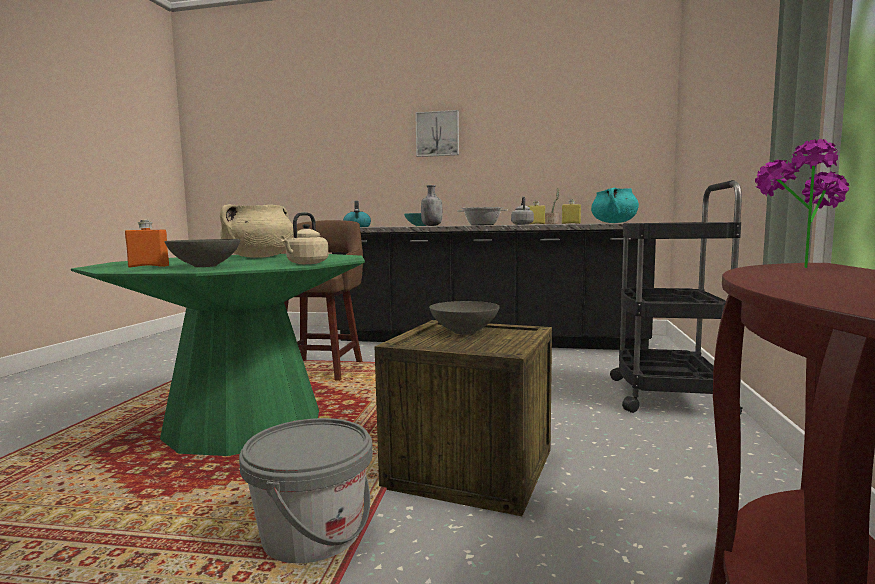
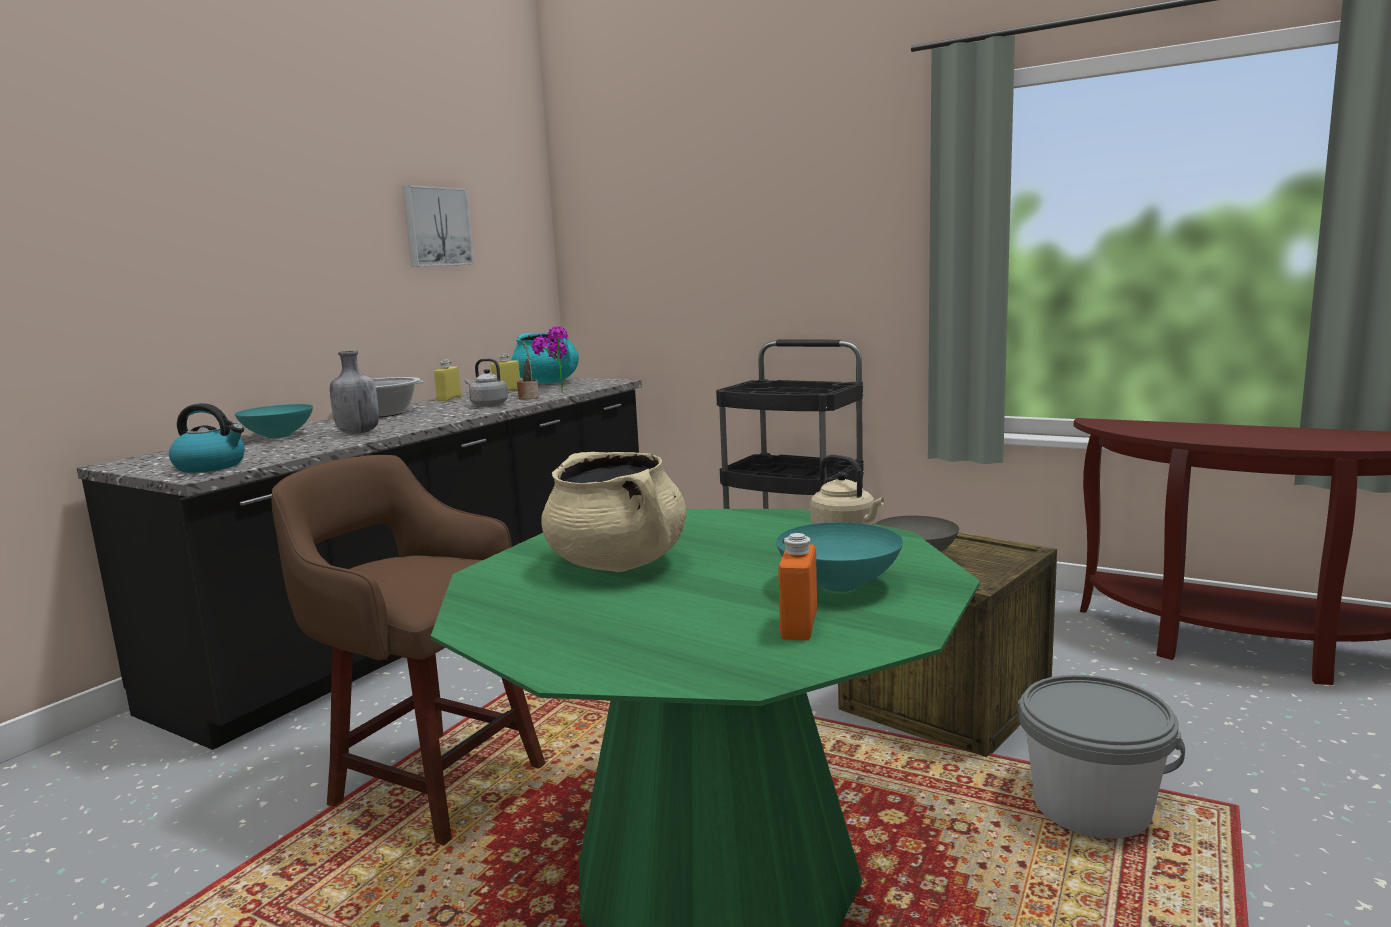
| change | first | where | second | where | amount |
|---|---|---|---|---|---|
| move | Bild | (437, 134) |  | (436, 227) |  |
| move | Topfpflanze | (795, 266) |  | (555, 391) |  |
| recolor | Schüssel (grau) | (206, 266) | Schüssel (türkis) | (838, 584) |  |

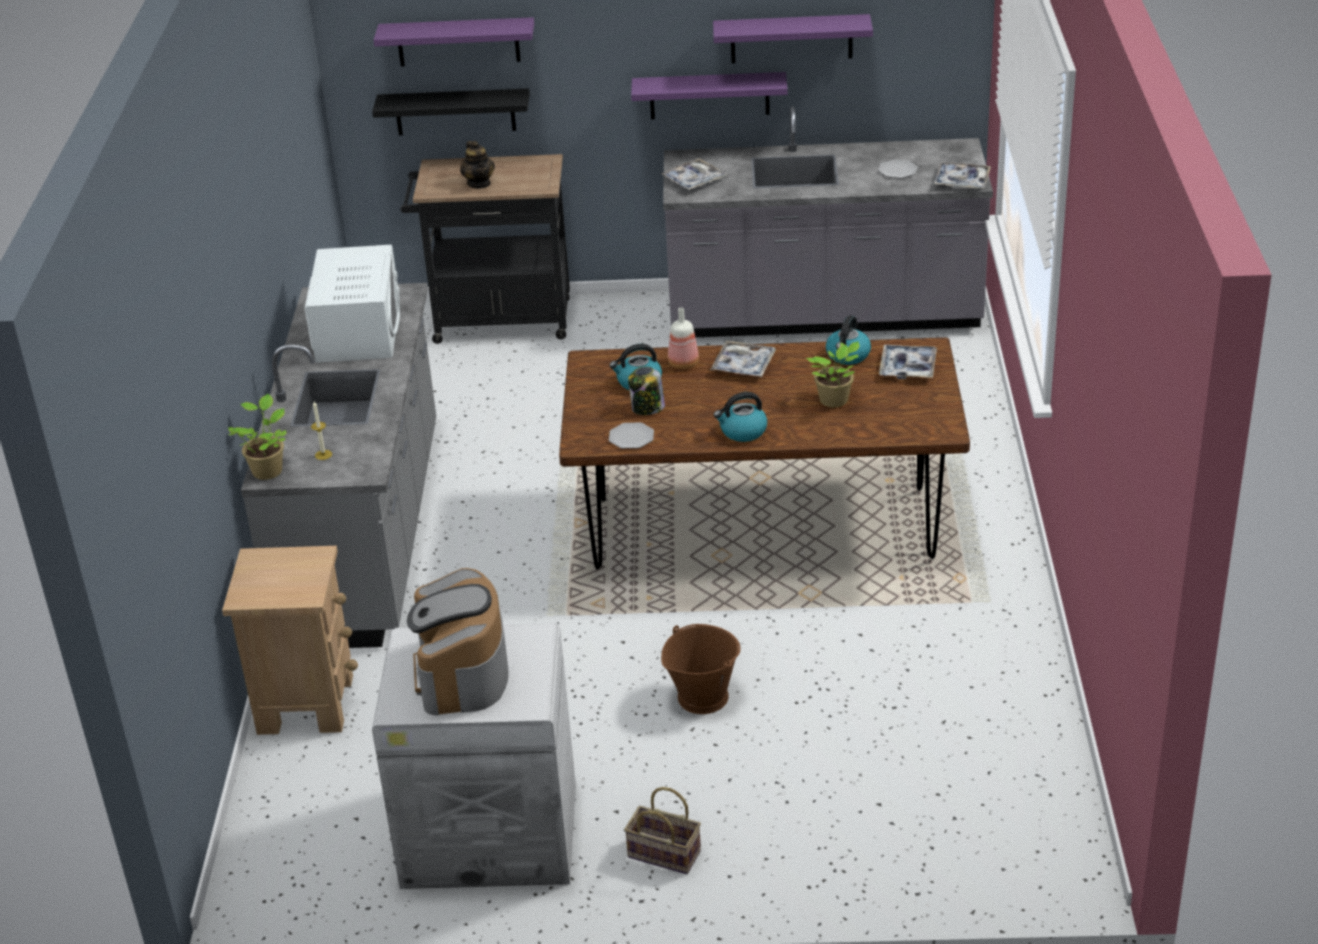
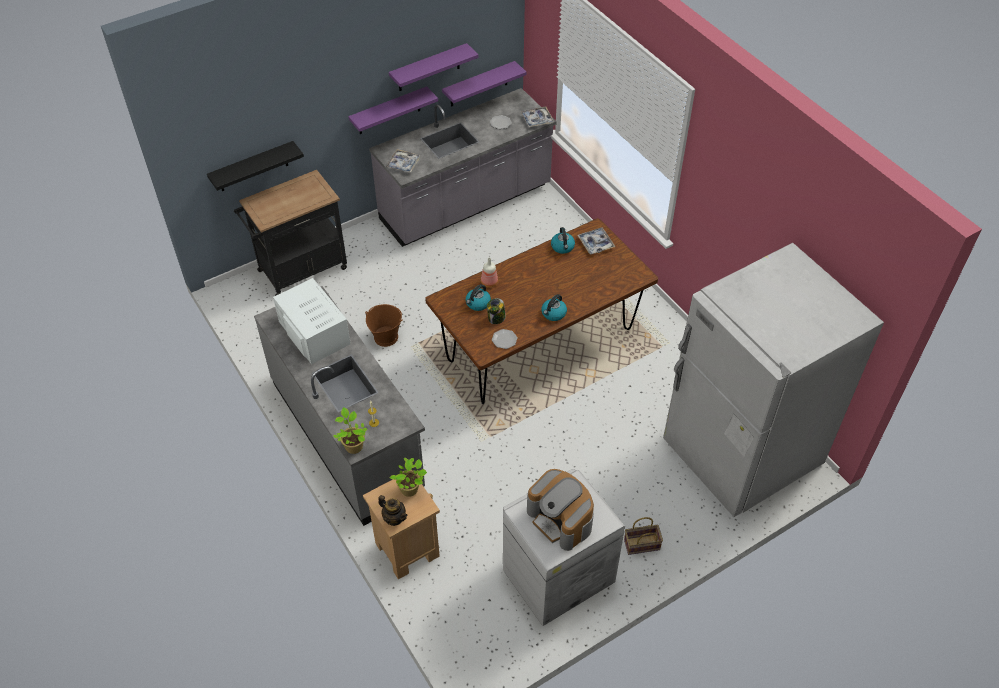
| change | first | where | second | where | amount |
|---|---|---|---|---|---|
| move | Wandregal (lila) | (458, 42) |  | (479, 84) |  |
| move | Teekanne | (479, 183) |  | (394, 518) |  |
| delete | Tablett | (743, 365) |  |  |  |
| move | Topfpflanze | (835, 401) |  | (410, 489) |  |
| move | Eimer (braun) | (702, 696) |  | (385, 337) |  |
| insert |  |  | Kühlschrank (weiß) | (742, 452) |  |

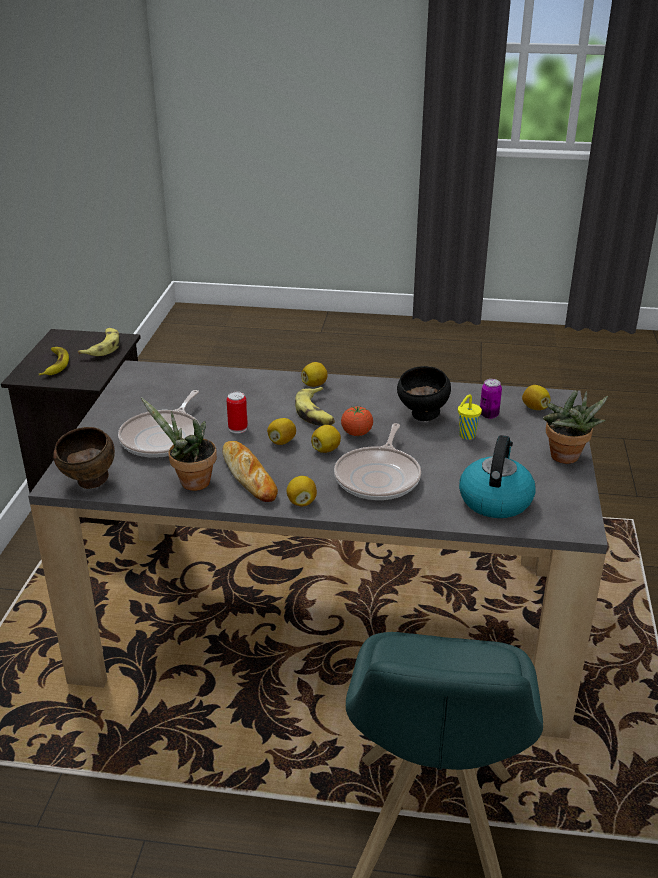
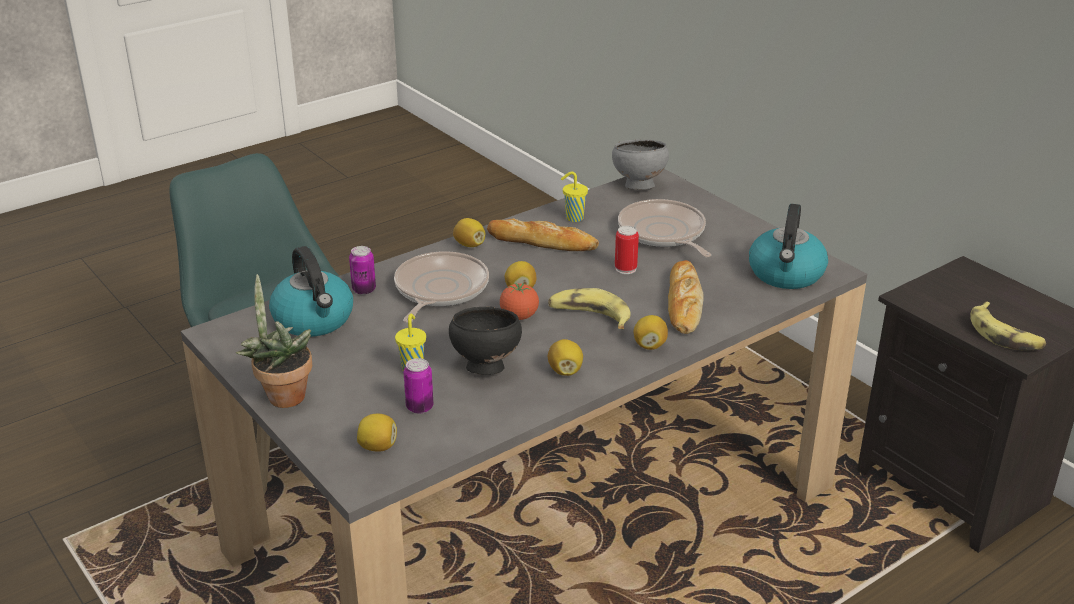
| change | first | where | second | where | amount |
|---|---|---|---|---|---|
| delete | Banane | (55, 364) |  |  |  |
| replace | Topfpflanze | (190, 483) | Tasse (gelb) | (573, 218) |  |
| move | Zitrone | (282, 442) |  | (565, 371) |  |
| rotate | Pfanne | (379, 477) |  | (439, 290) | 45 degrees clockwise |
| recolor | Schüssel (braun) | (90, 483) | Schüssel (grau) | (637, 186) |  |
| insert |  |  | Wasserkessel | (786, 274) |  |
| insert |  |  | Dose | (364, 290) |  |
| insert |  |  | Brot | (683, 303) |  |

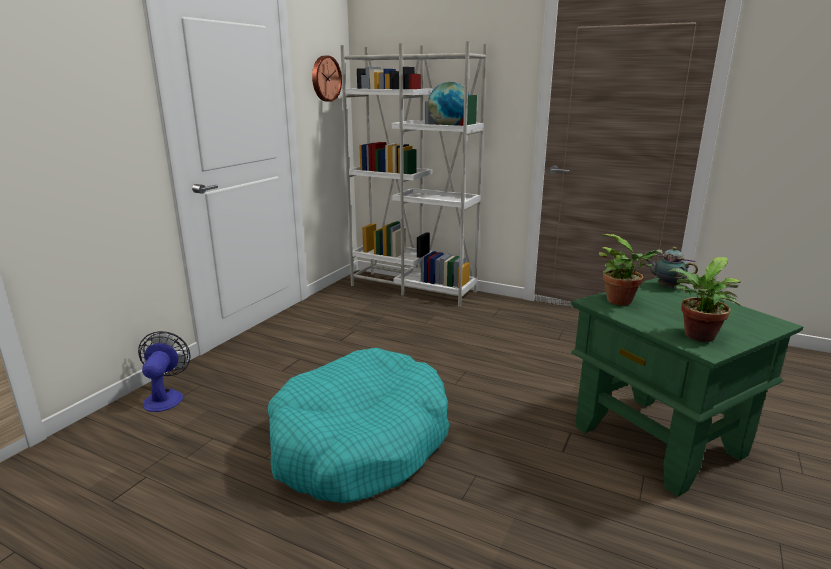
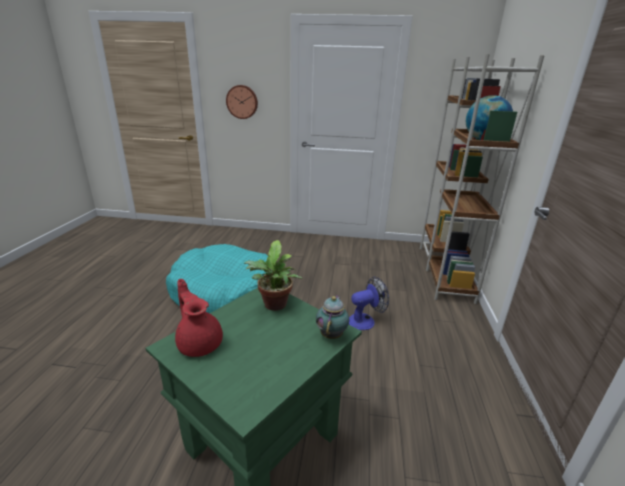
| change | first | where | second | where | amount |
|---|---|---|---|---|---|
| recolor | Bücherregal (weiß) | (413, 288) | Bücherregal (braun) | (444, 273) |  |
| move | Wanduhr | (325, 78) |  | (242, 102) |  |
| replace | Topfpflanze | (697, 336) | Teekanne (rot) | (199, 343) |  |
| move | Ventilator | (165, 397) |  | (365, 320) |  |

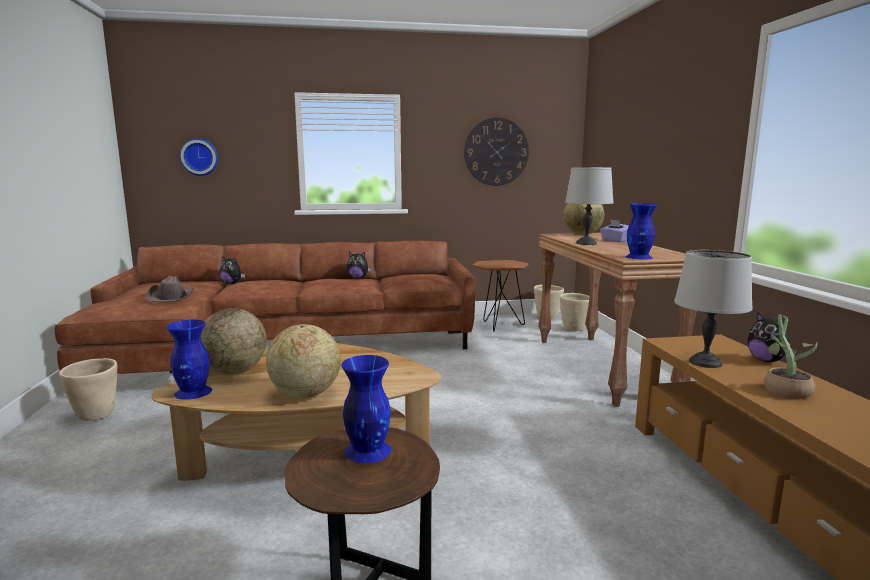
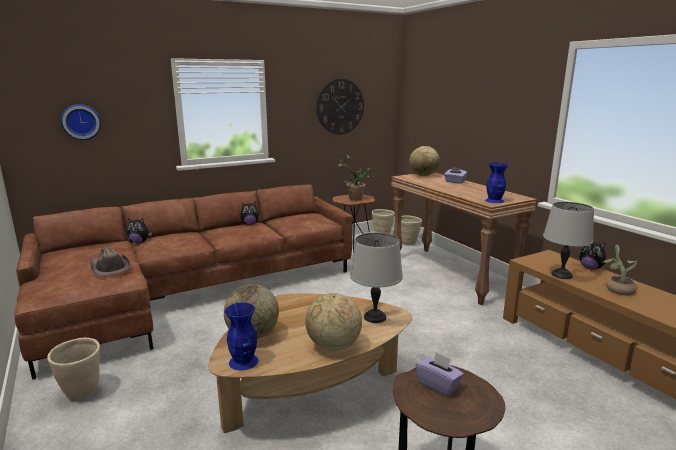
| change | first | where | second | where | amount |
|---|---|---|---|---|---|
| move | Tischlampe (grau) | (585, 243) |  | (374, 317) |  |
| replace | Vase (blau) | (367, 450) | Taschentuchbox (lila) | (438, 385) |  |
| insert |  |  | Topfpflanze | (352, 198) |  |

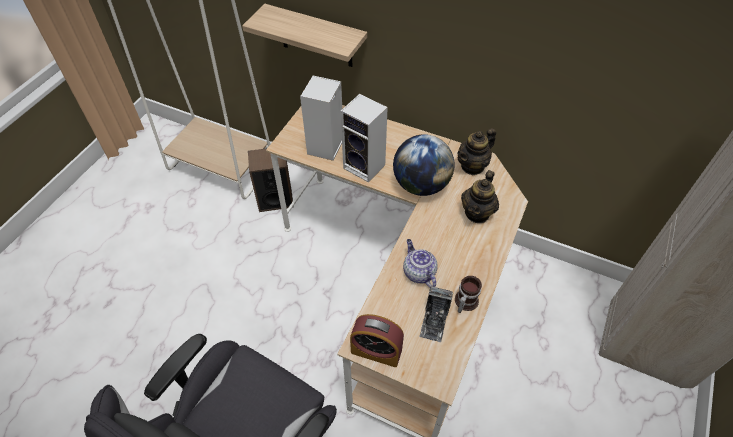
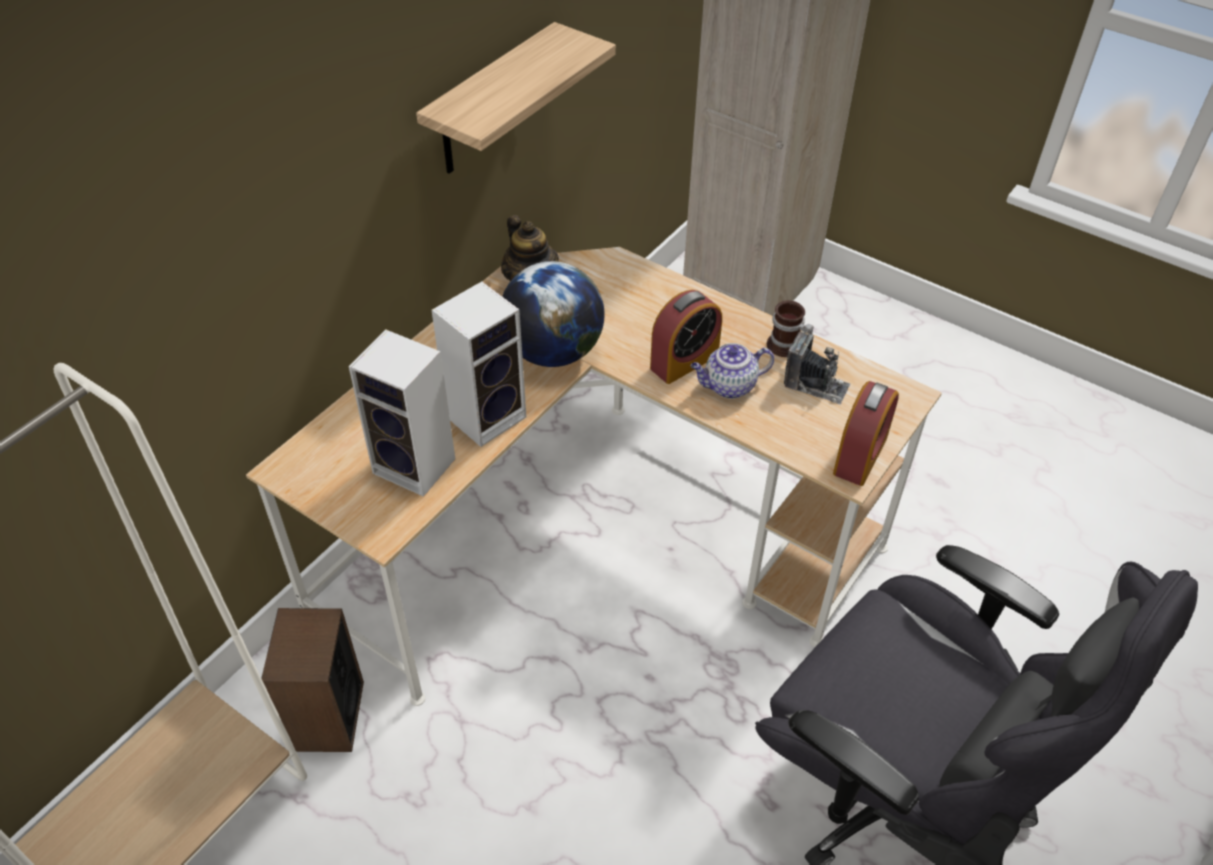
| change | first | where | second | where | amount |
|---|---|---|---|---|---|
| move | Wandregal | (316, 37) |  | (491, 102) |  |
| delete | Teekanne | (477, 213) |  |  |  |
| insert |  |  | Wecker | (684, 361) |  |

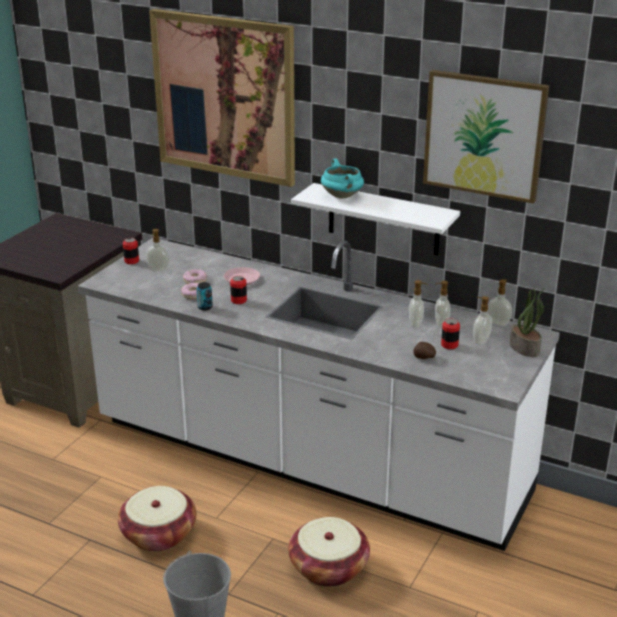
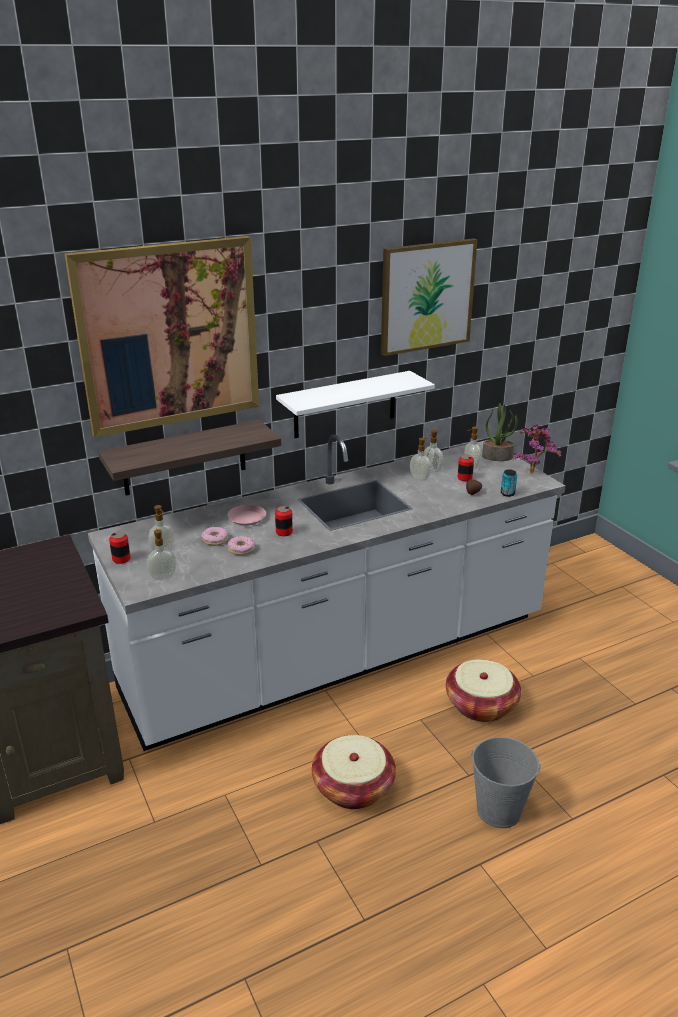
| change | first | where | second | where | amount |
|---|---|---|---|---|---|
| delete | Kochtopf (türkis) | (342, 196) |  |  |  |
| move | Seifenspender | (498, 323) |  | (163, 576) |  |
| move | Dose | (205, 307) |  | (507, 493) |  |
| insert |  |  | Wandregal | (184, 458) |  |
| insert |  |  | Topfpflanze | (533, 471) |  |

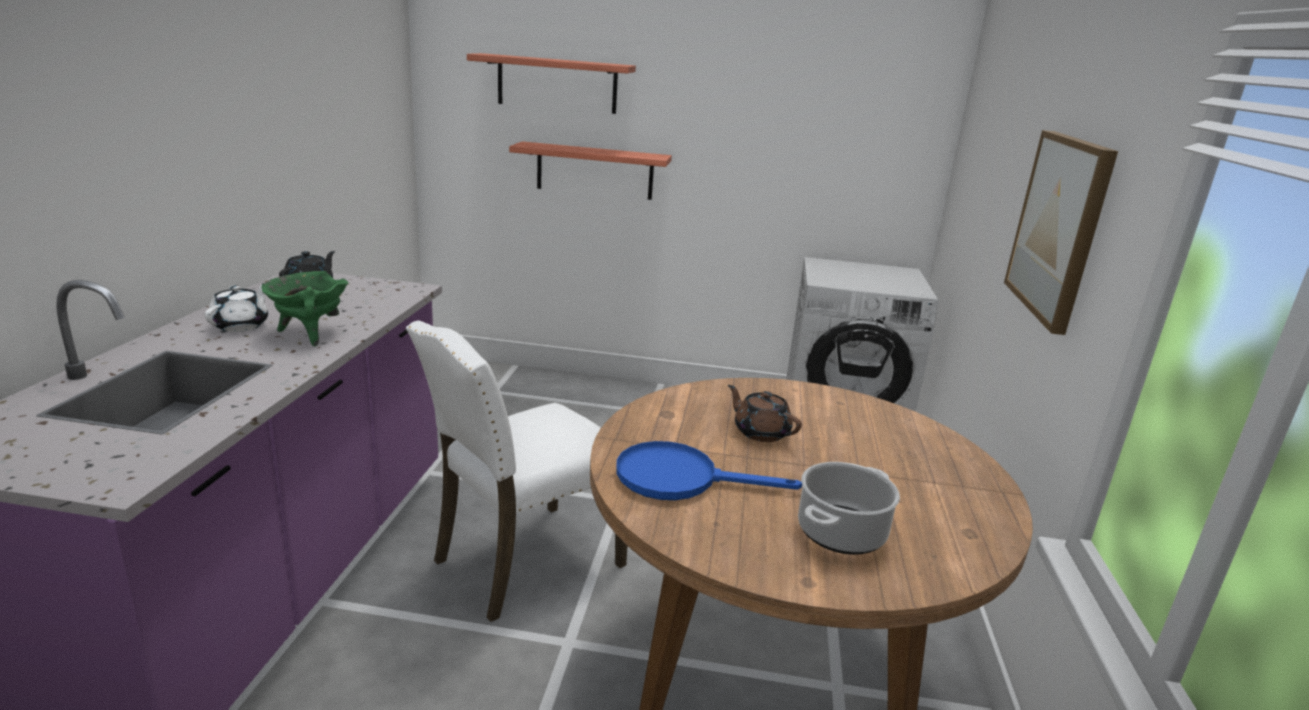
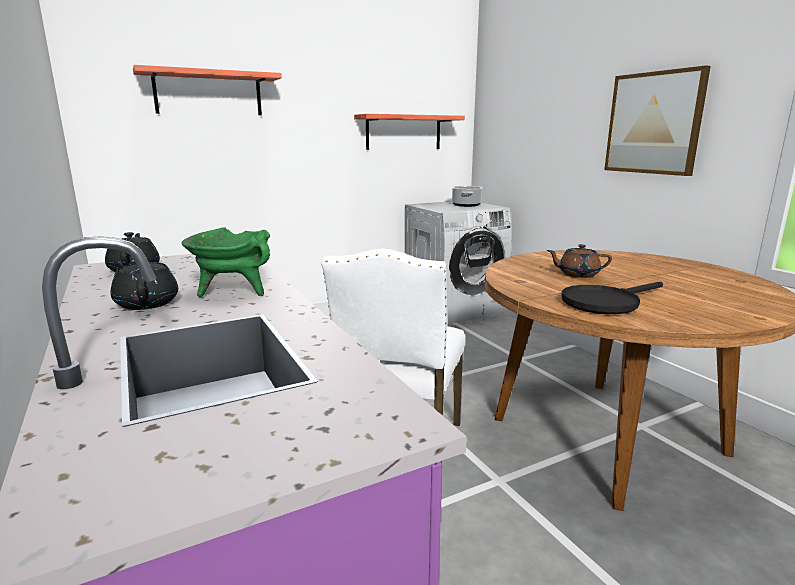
| change | first | where | second | where | amount |
|---|---|---|---|---|---|
| move | Wandregal | (595, 171) |  | (403, 132) |  |
| recolor | Teekanne (weiß) | (241, 325) | Teekanne (schwarz) | (147, 303) |  |
| recolor | Pfanne (blau) | (680, 478) | Pfanne (schwarz) | (606, 302) |  |
| move | Kochtopf | (841, 532) |  | (466, 205) |  |

